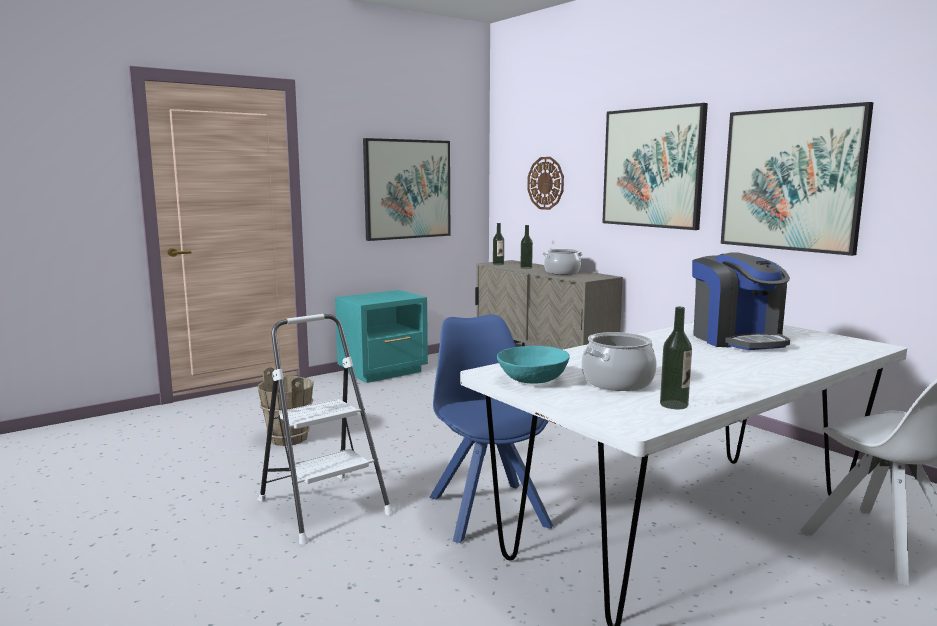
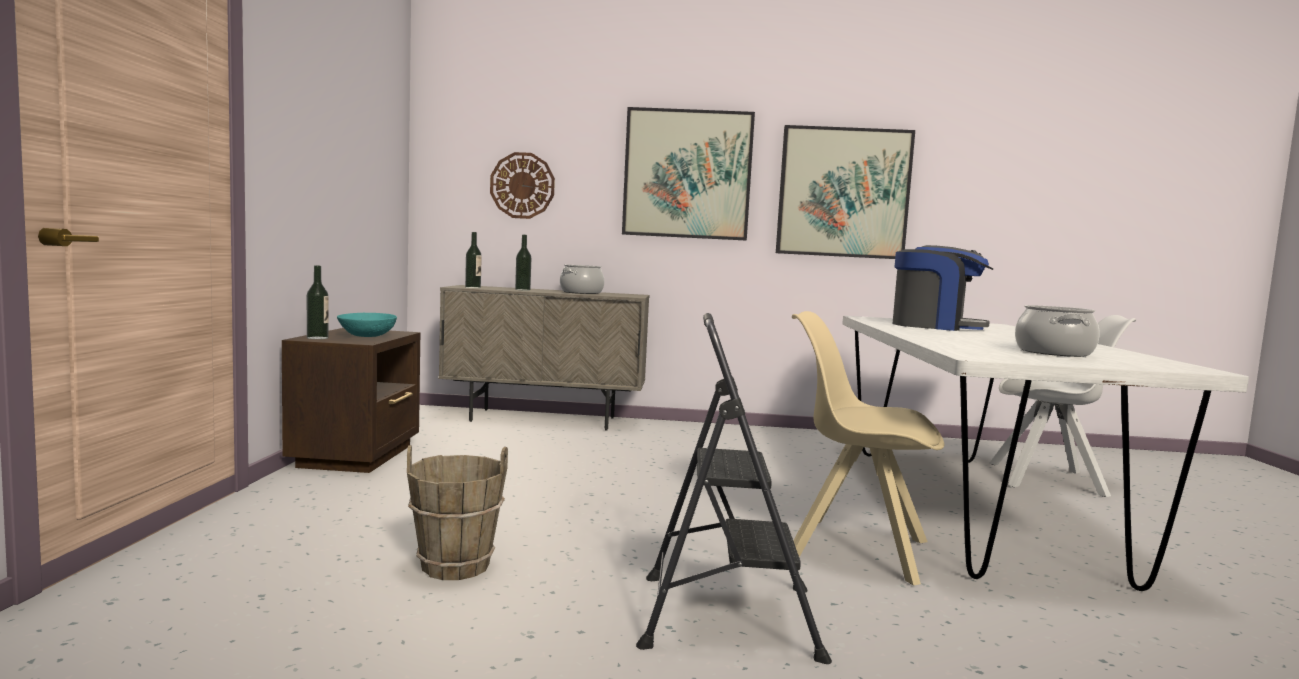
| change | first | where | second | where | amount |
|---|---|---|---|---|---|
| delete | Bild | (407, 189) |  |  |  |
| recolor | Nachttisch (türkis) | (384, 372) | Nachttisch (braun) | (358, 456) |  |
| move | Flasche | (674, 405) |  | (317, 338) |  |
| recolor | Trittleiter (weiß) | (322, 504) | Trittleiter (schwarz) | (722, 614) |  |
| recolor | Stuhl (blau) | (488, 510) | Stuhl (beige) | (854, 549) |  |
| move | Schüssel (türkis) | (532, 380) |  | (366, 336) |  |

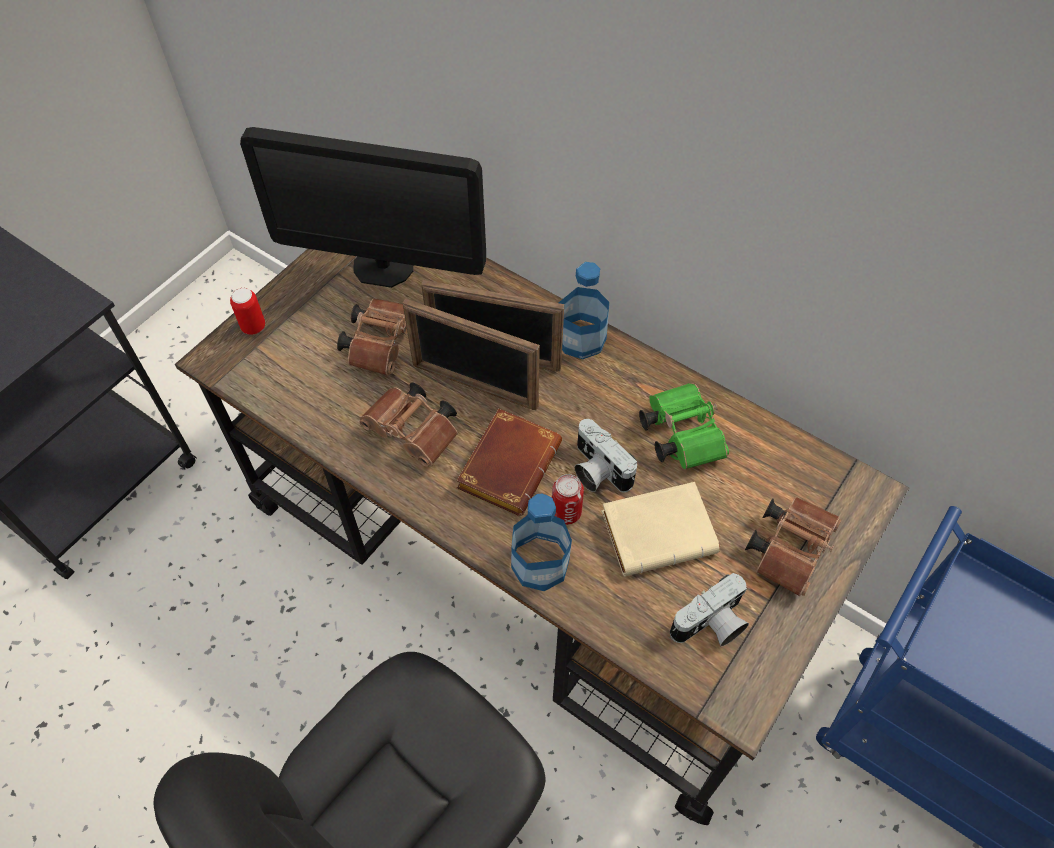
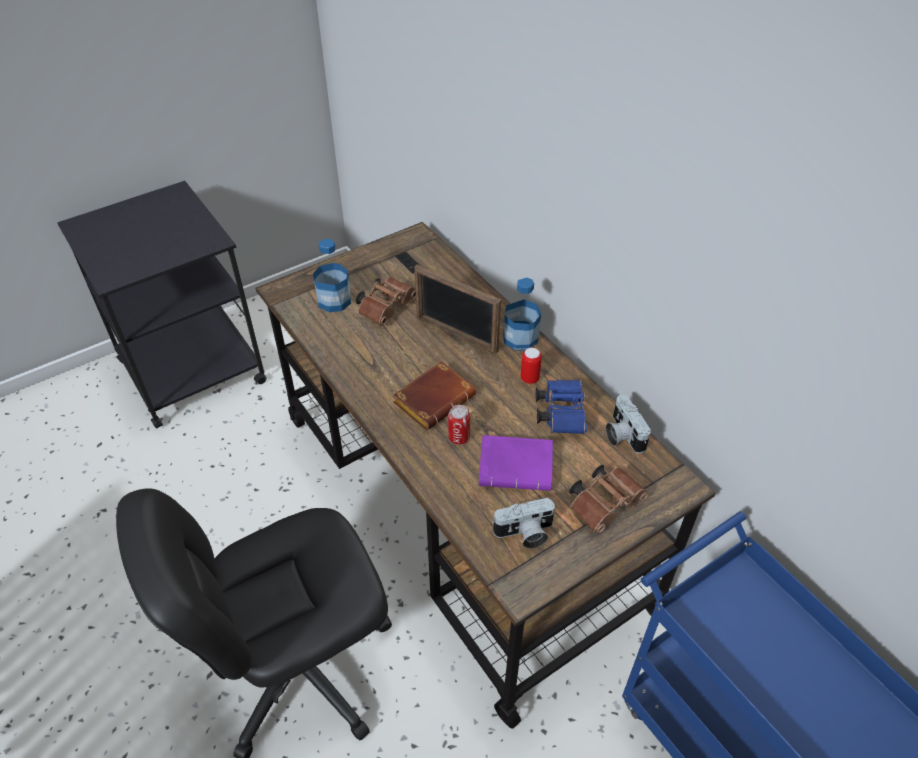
| change | first | where | second | where | amount |
|---|---|---|---|---|---|
| delete | Monitor | (383, 266) |  |  |  |
| move | Dose | (253, 327) |  | (529, 378) |  |
| delete | Bilderrahmen | (474, 386) |  |  |  |
| delete | Fernglas (braun) | (415, 433) |  |  |  |
| recolor | Fernglas (grün) | (679, 433) | Fernglas (blau) | (561, 412) |  |
| move | Kamera | (596, 470) |  | (622, 434) |  |
| recolor | Buch (beige) | (660, 530) | Buch (lila) | (518, 466) |  |
| move | Flasche | (540, 564) |  | (334, 301) |  |

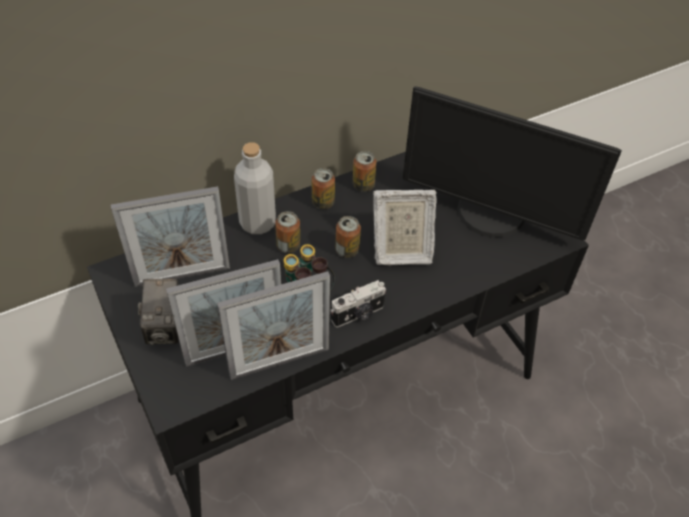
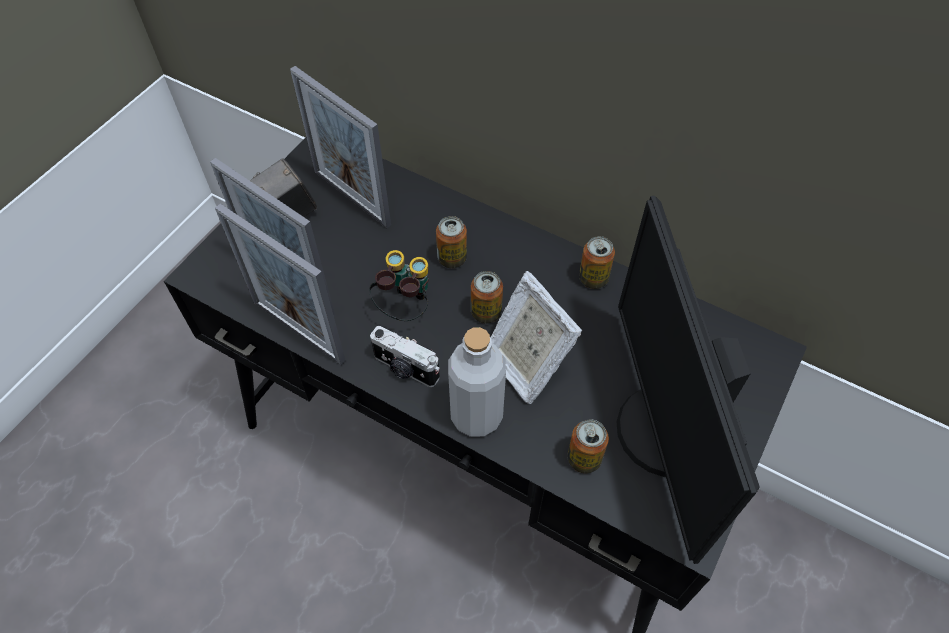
| change | first | where | second | where | amount |
|---|---|---|---|---|---|
| move | Flasche (grau) | (257, 222) |  | (476, 415) |  |
| move | Dose | (323, 202) |  | (584, 458) |  |

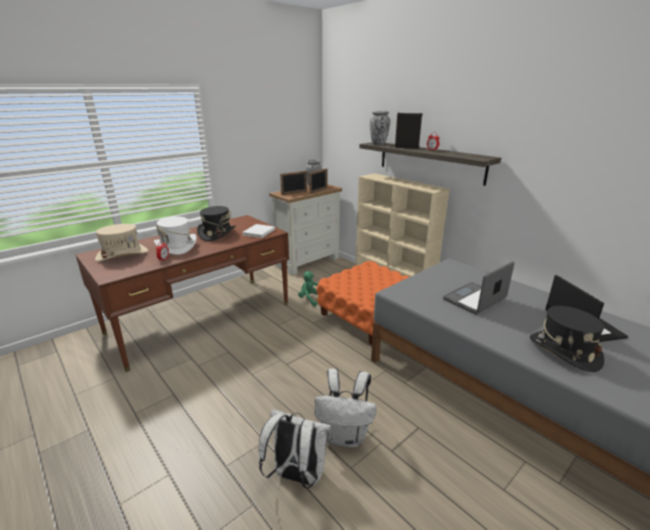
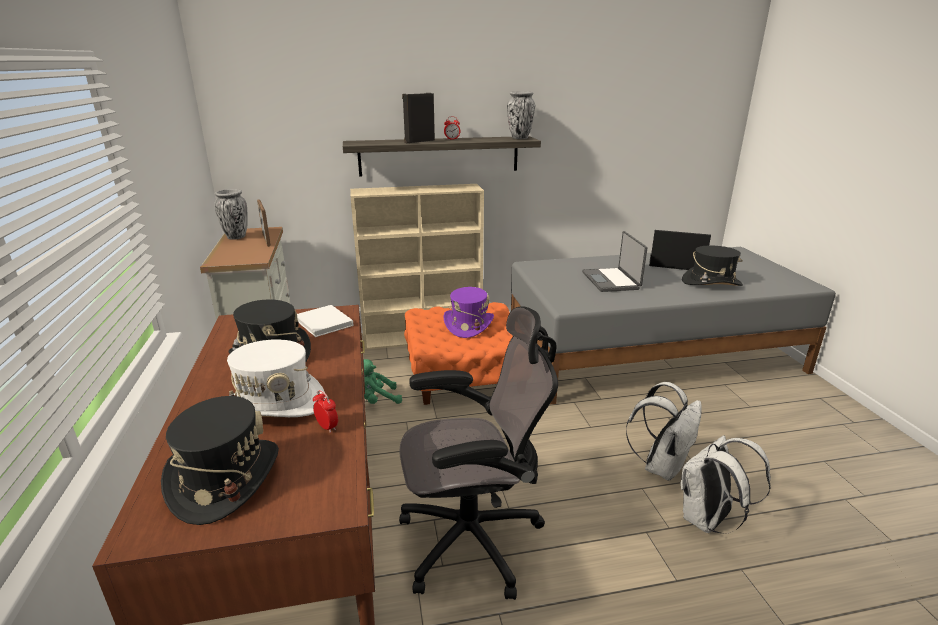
| change | first | where | second | where | amount |
|---|---|---|---|---|---|
| move | Vase | (378, 144) |  | (519, 138) |  |
| delete | Bilderrahmen | (294, 193) |  |  |  |
| recolor | Hut (beige) | (122, 255) | Hut (schwarz) | (225, 479) |  |
| insert |  |  | Hut (lila) | (468, 325) |  |
| insert |  |  | Bürostuhl | (471, 540) |  |

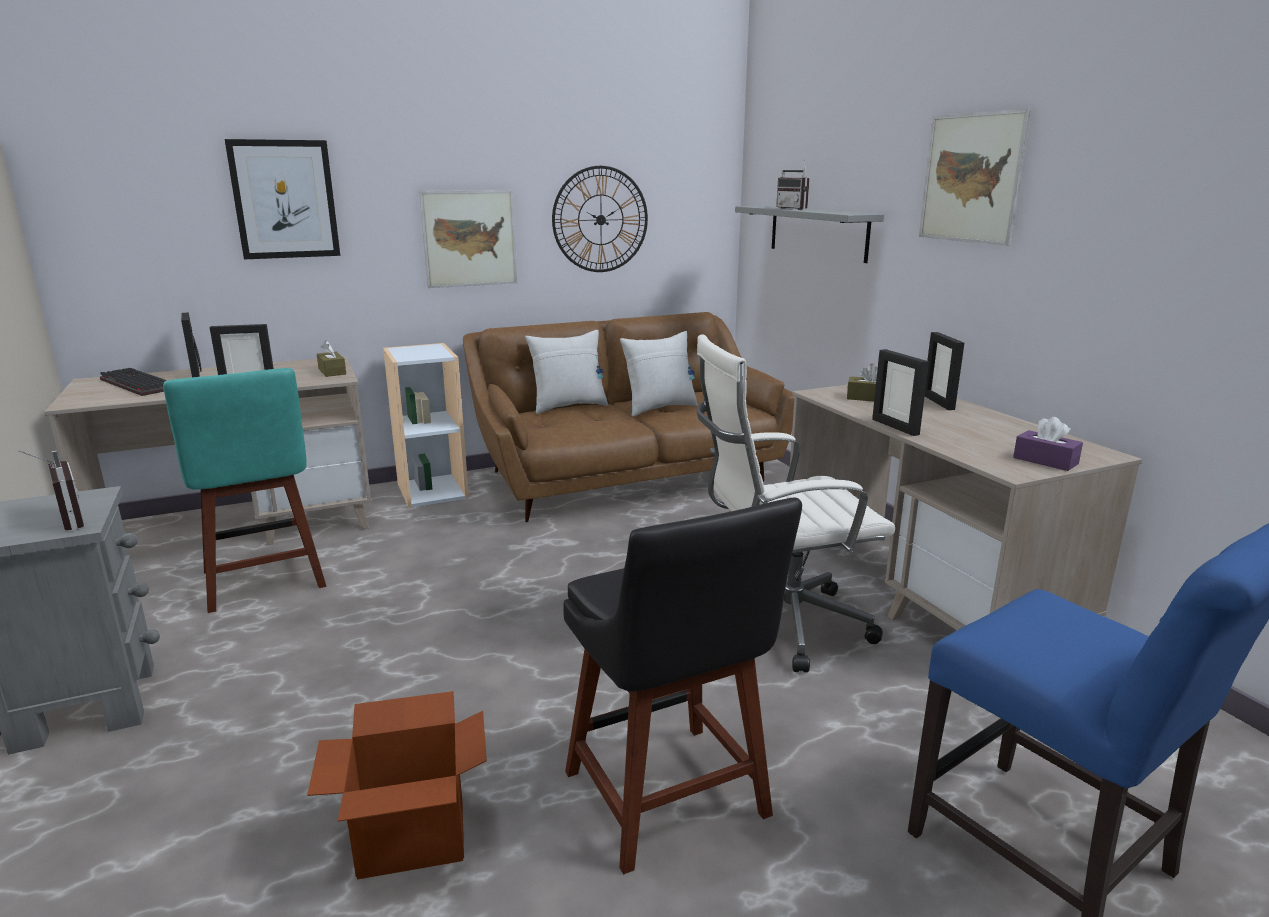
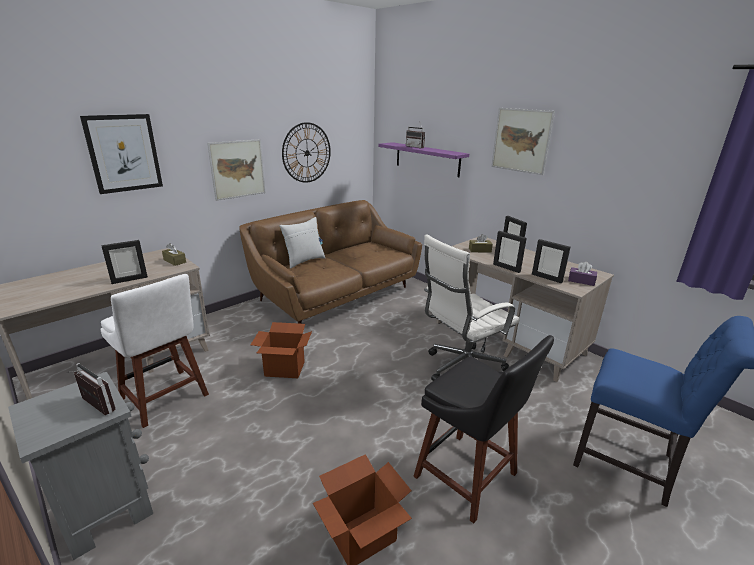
| change | first | where | second | where | amount |
|---|---|---|---|---|---|
| recolor | Wandregal (grau) | (817, 232) | Wandregal (lila) | (427, 159) |  |
| move | Bilderrahmen | (197, 374) |  | (547, 278) |  |
| delete | Kissen (grau) | (659, 409) |  |  |  |
| delete | Bücherregal | (432, 490) |  |  |  |
| delete | Tastatur | (133, 385) |  |  |  |
| recolor | Stuhl (türkis) | (264, 582) | Stuhl (weiß) | (166, 399) |  |
| insert |  |  | Karton | (284, 369) |  |

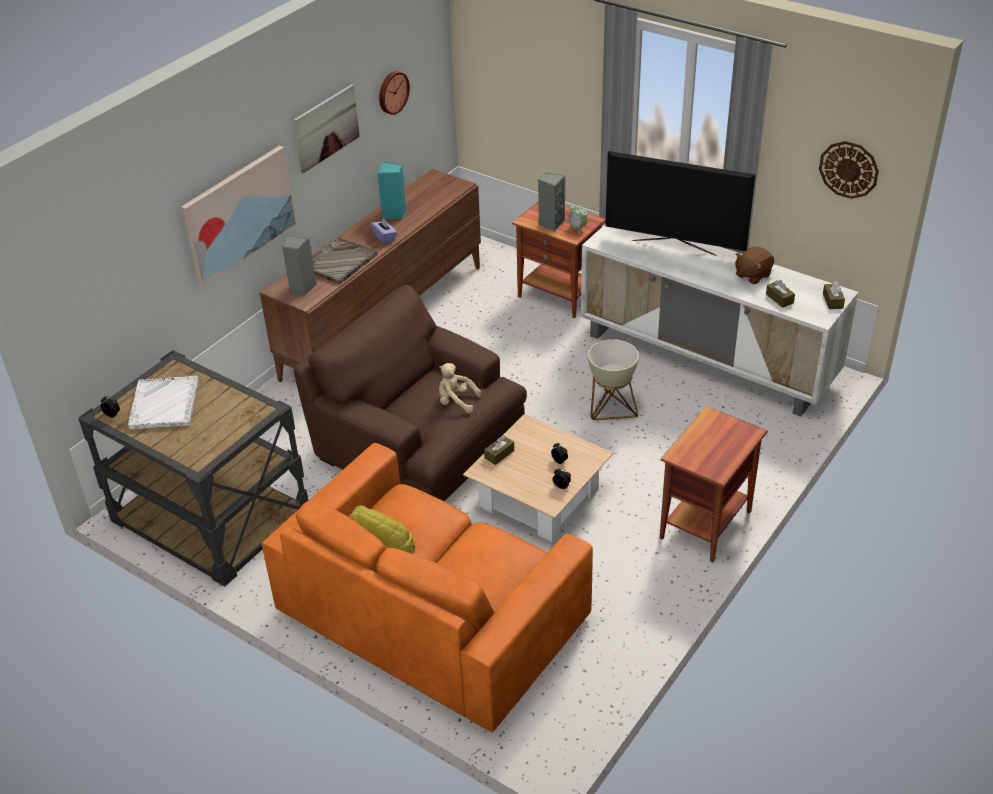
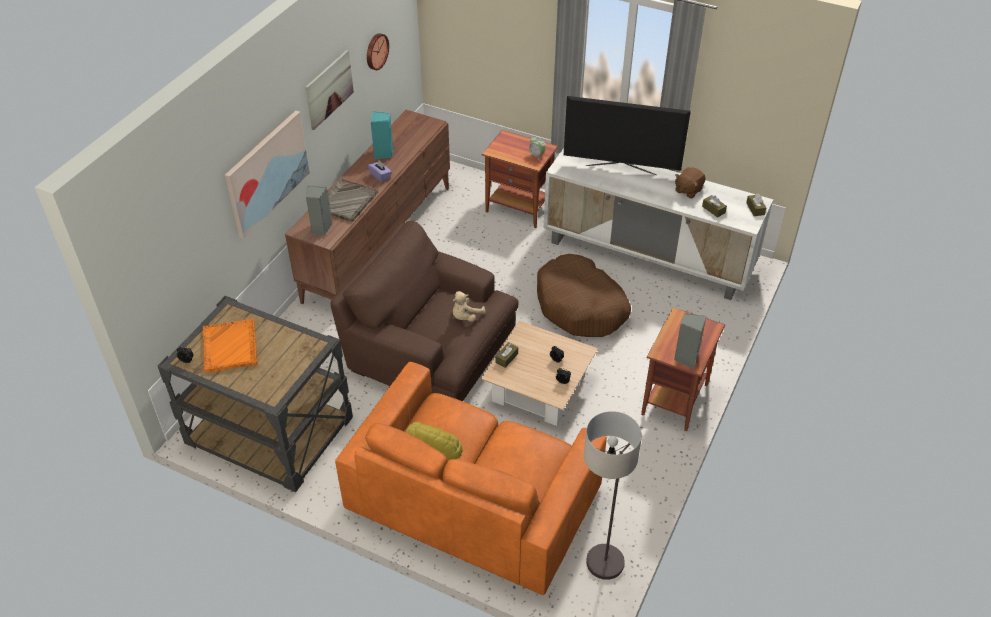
| change | first | where | second | where | amount |
|---|---|---|---|---|---|
| delete | Wanduhr | (848, 169) |  |  |  |
| move | Lautsprecher (grau) | (551, 224) |  | (686, 358) |  |
| replace | Pflanzkübel | (611, 410) | Hundebett (braun) | (581, 306) |  |
| rotate | Plüschtier (beige) | (456, 401) |  | (465, 316) | 60 degrees counterclockwise |
| recolor | Tablett (weiß) | (164, 404) | Tablett (orange) | (230, 347) |  |
| insert |  |  | Stehlampe (grau) | (598, 570) |  |

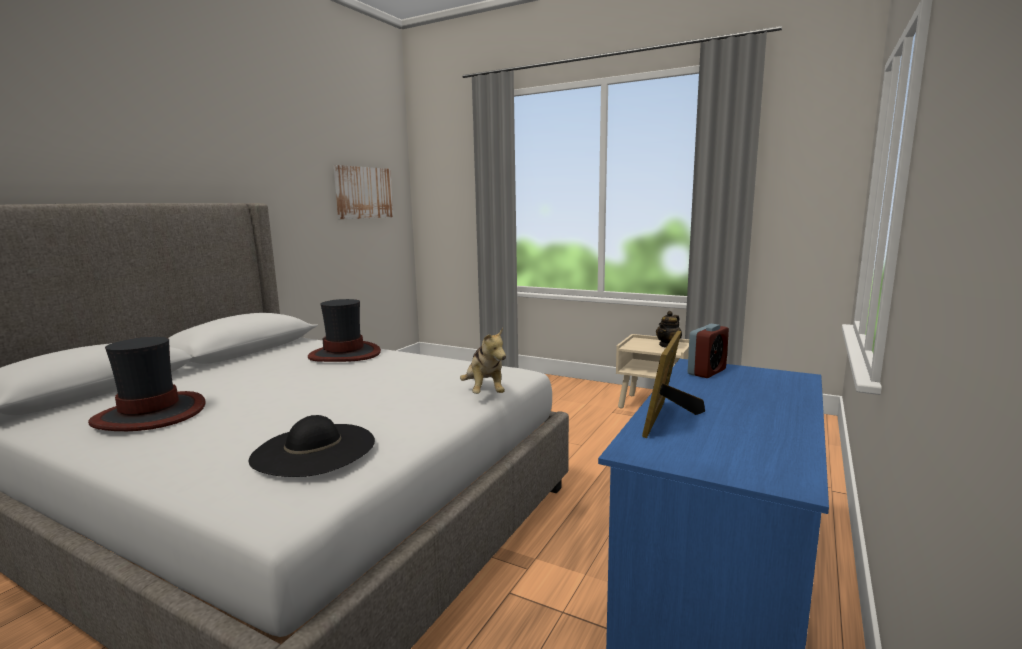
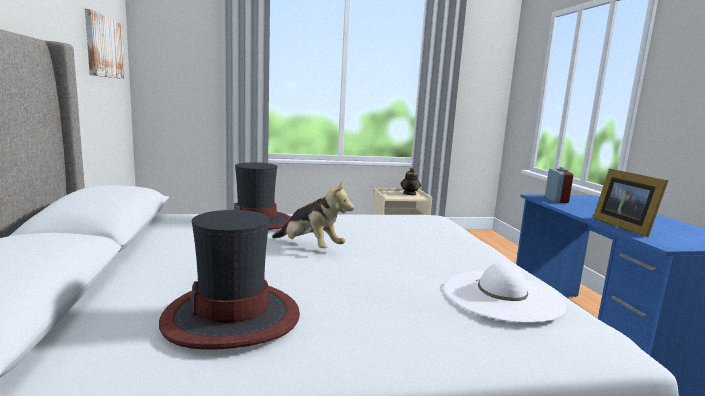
| change | first | where | second | where | amount |
|---|---|---|---|---|---|
| move | Plüschtier | (484, 392) |  | (310, 248) |  |
| recolor | Hut (schwarz) | (314, 449) | Hut (weiß) | (502, 296) |  |

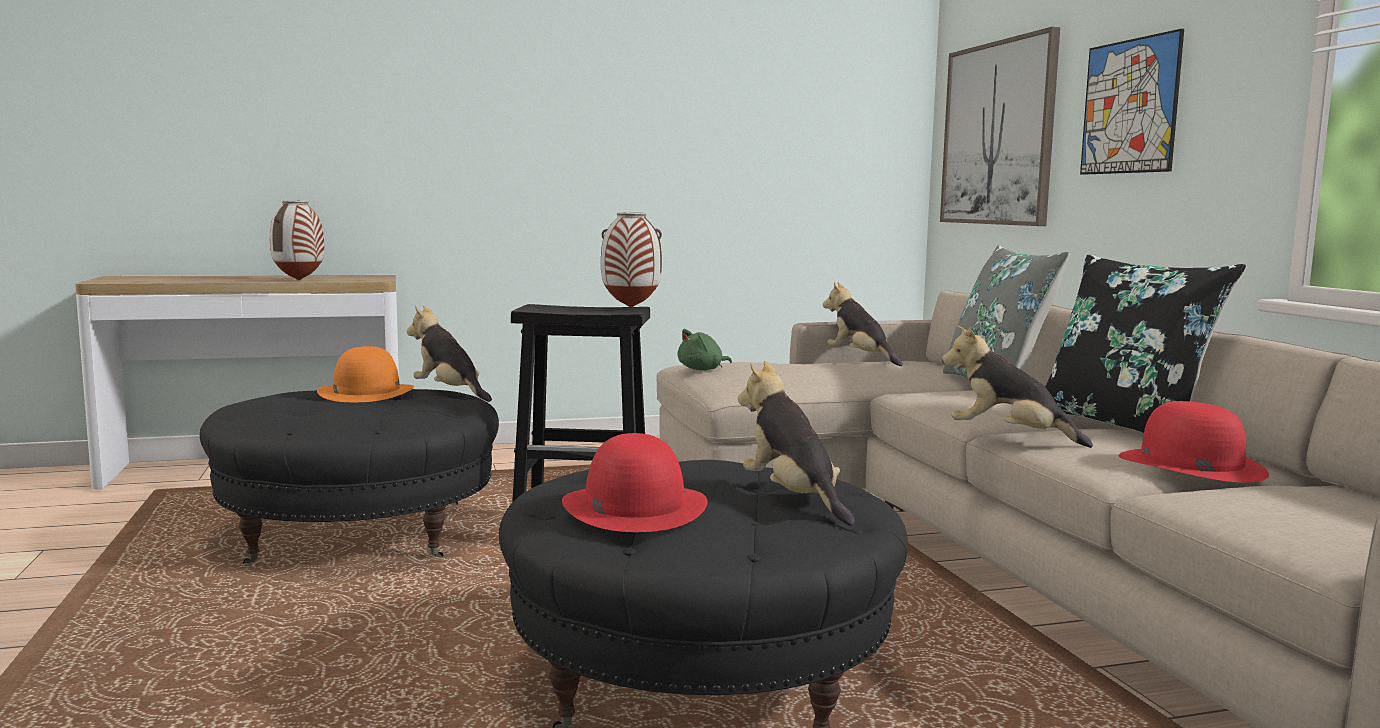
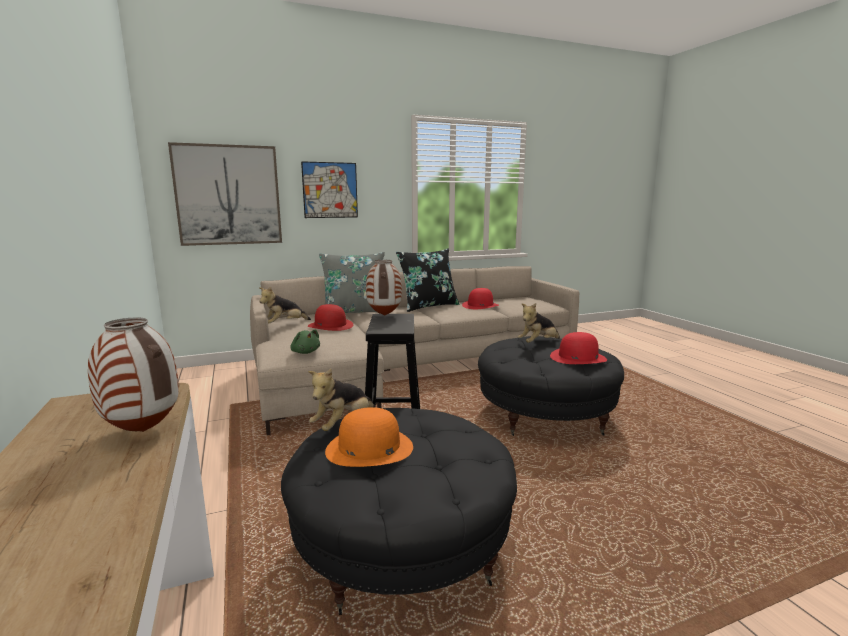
| change | first | where | second | where | amount |
|---|---|---|---|---|---|
| delete | Plüschtier | (1009, 438) |  |  |  |
| insert |  |  | Hut (rot) | (330, 325) |  |

